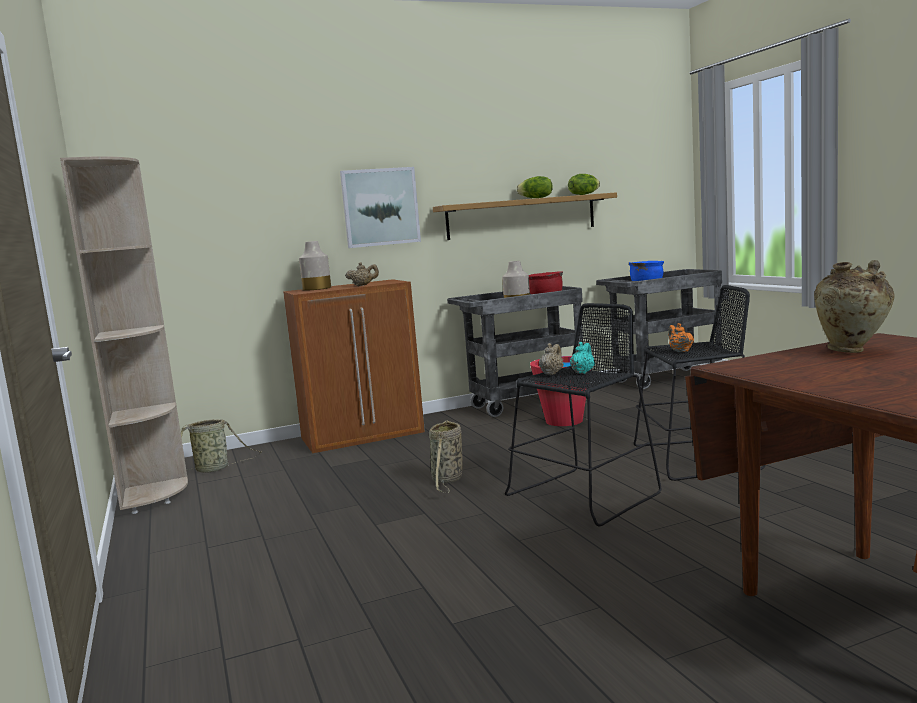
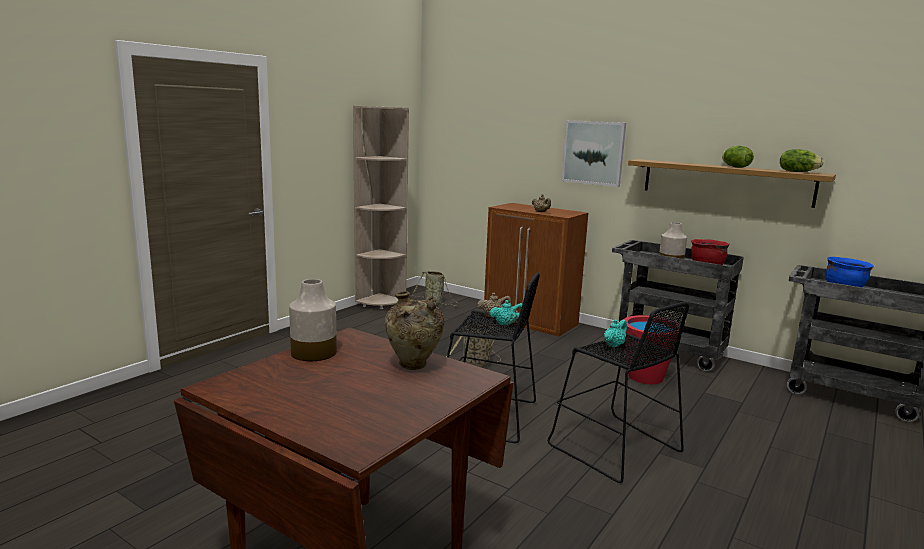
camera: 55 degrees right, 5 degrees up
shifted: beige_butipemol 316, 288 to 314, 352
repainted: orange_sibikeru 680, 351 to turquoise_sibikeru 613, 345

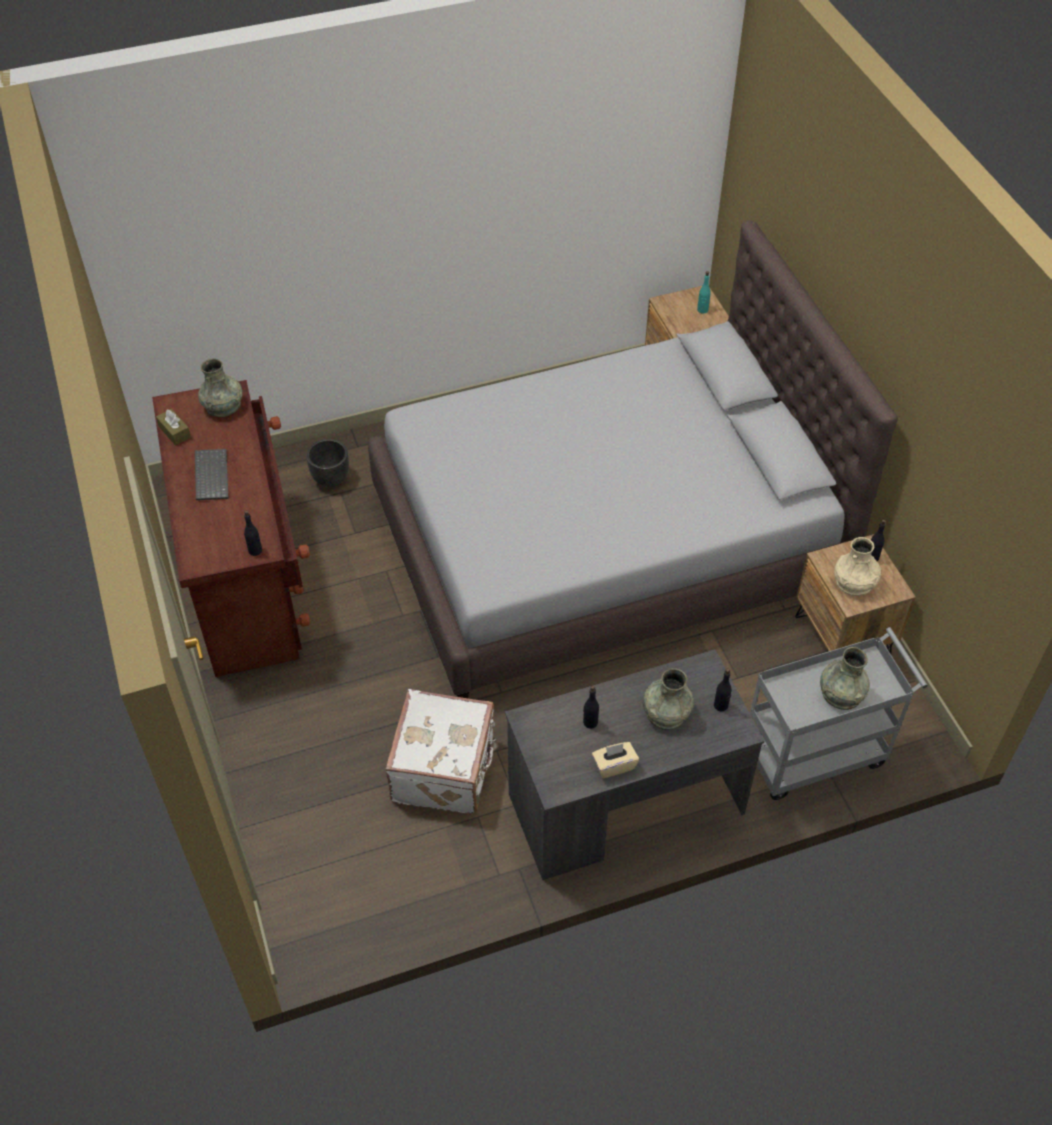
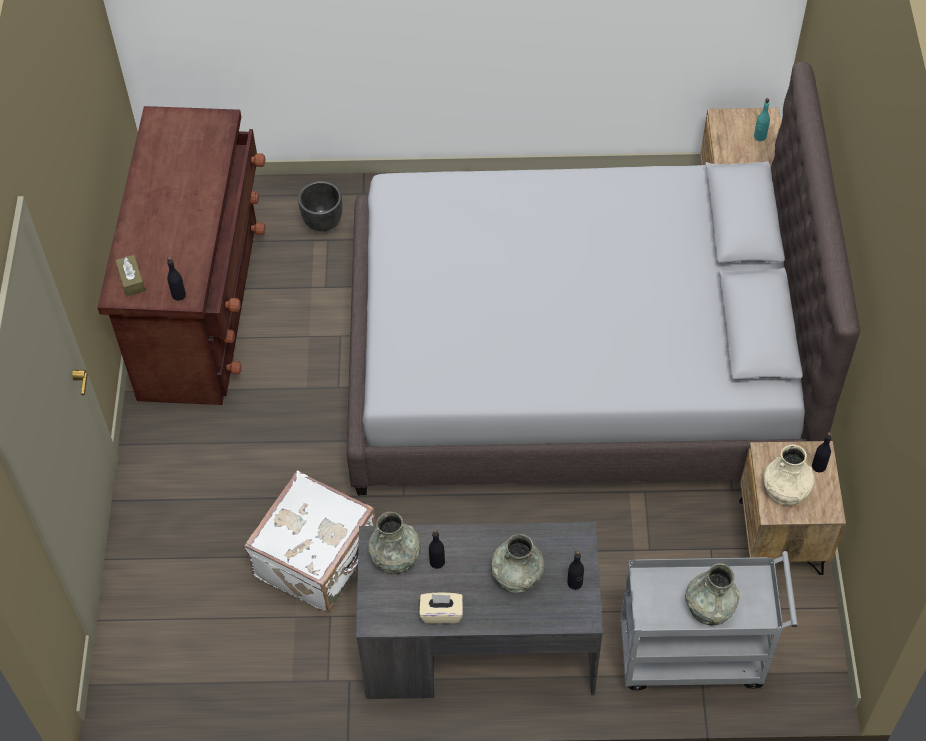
camera: 20 degrees right, 5 degrees up
gone: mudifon 210, 475
shifted: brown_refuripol 174, 432 to 131, 280; grey_butipemol 223, 405 to 395, 556

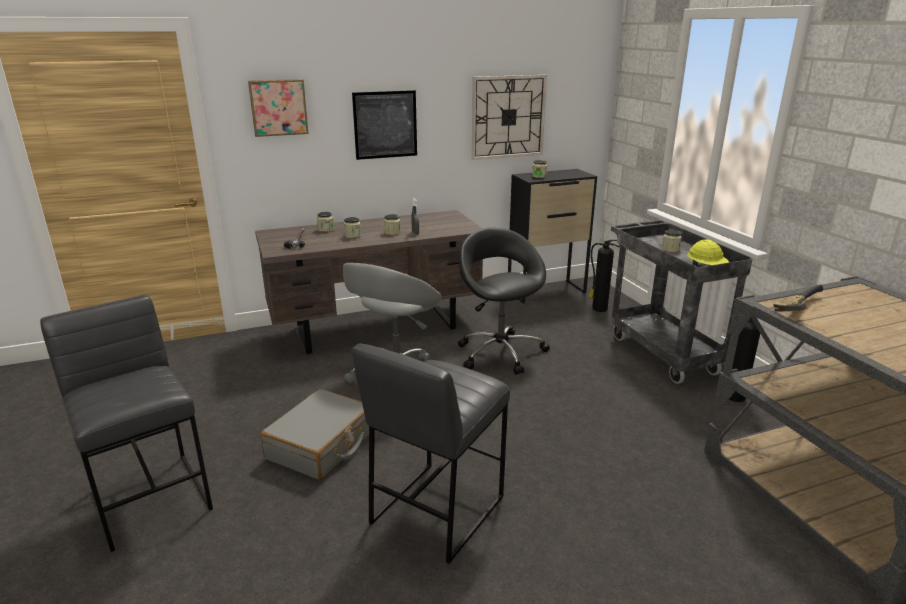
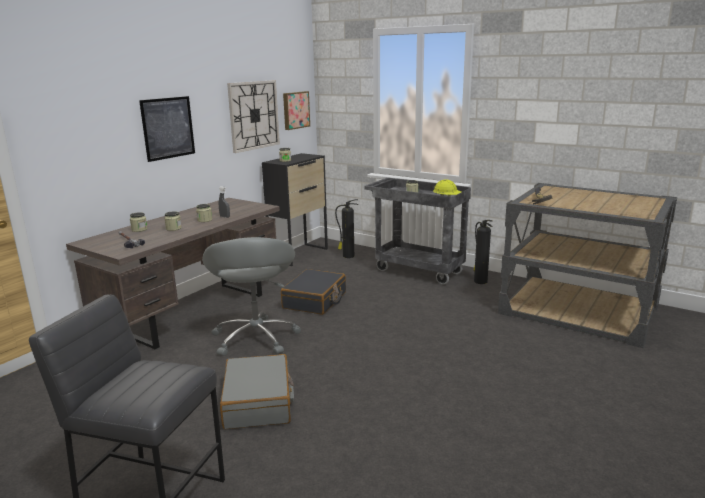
camera: 35 degrees left, 5 degrees down
gone: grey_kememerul 436, 511
shifted: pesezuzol 278, 107 to 295, 110
swapped: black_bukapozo 500, 353 to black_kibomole 315, 300

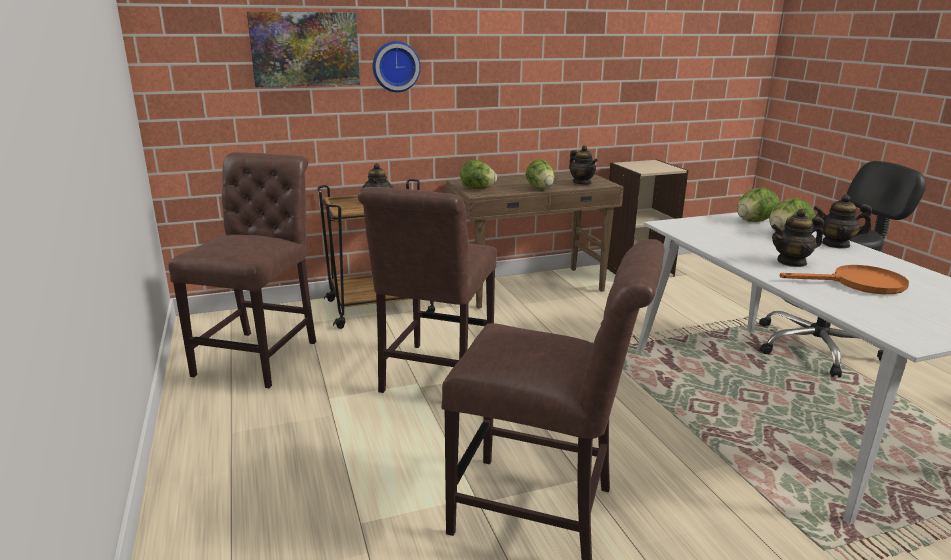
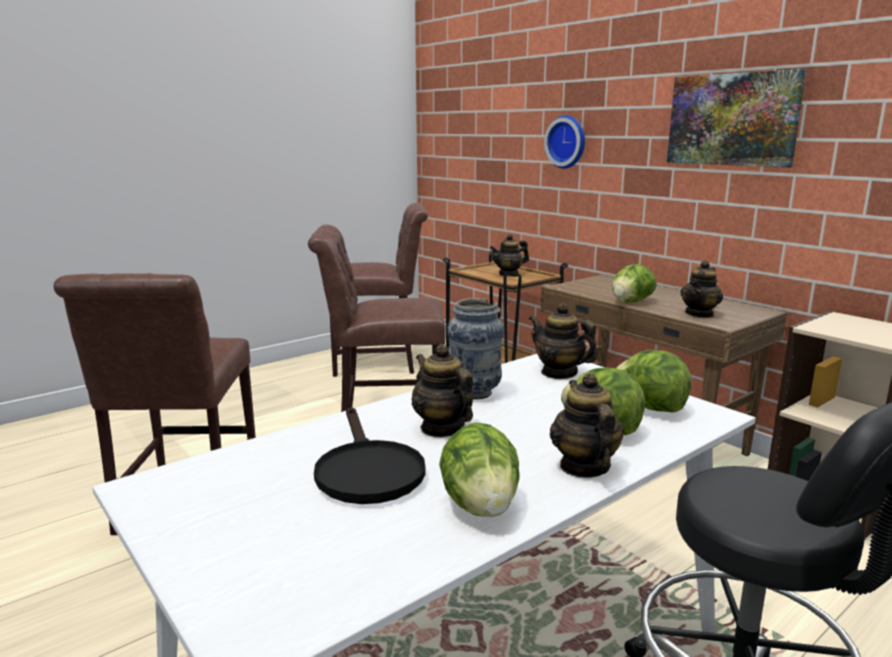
camera: 70 degrees right, 5 degrees down
new: butipemol 475, 393; sibikeru 559, 373
shifted: pesezuzol 305, 49 to 732, 120; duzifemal 477, 188 to 480, 505
repainted: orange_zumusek 858, 284 to black_zumusek 366, 470

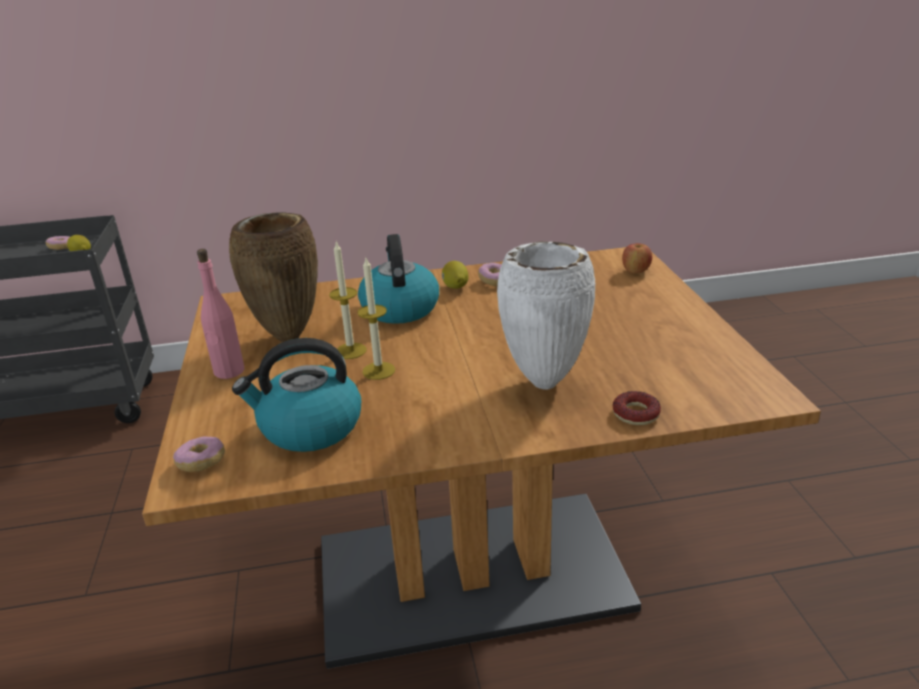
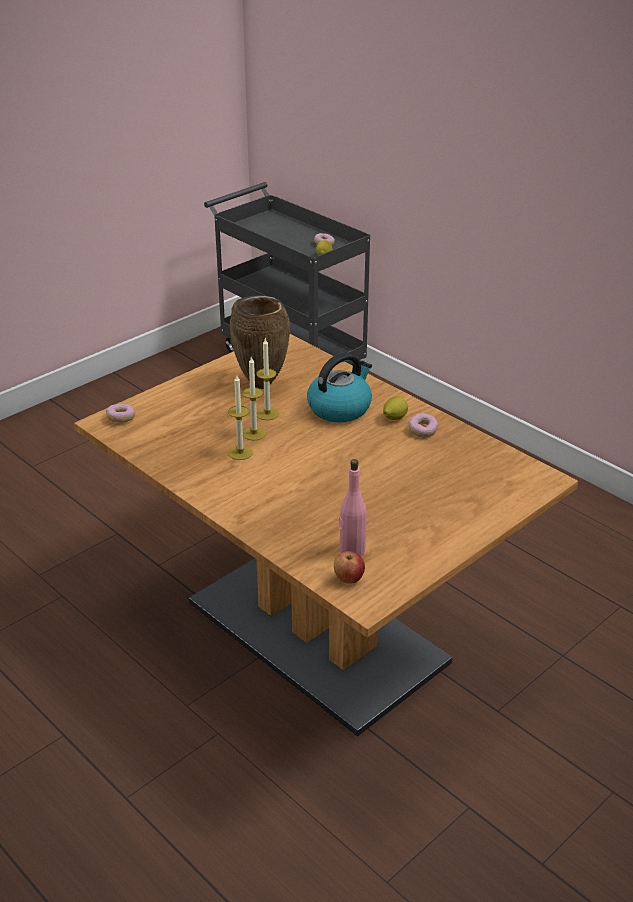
camera: 55 degrees right, 5 degrees up
gone: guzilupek 309, 428; white_butipemol 544, 382; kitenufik 636, 413
new: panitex 240, 453
shifted: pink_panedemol 229, 371 to 351, 551; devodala 635, 271 to 349, 579

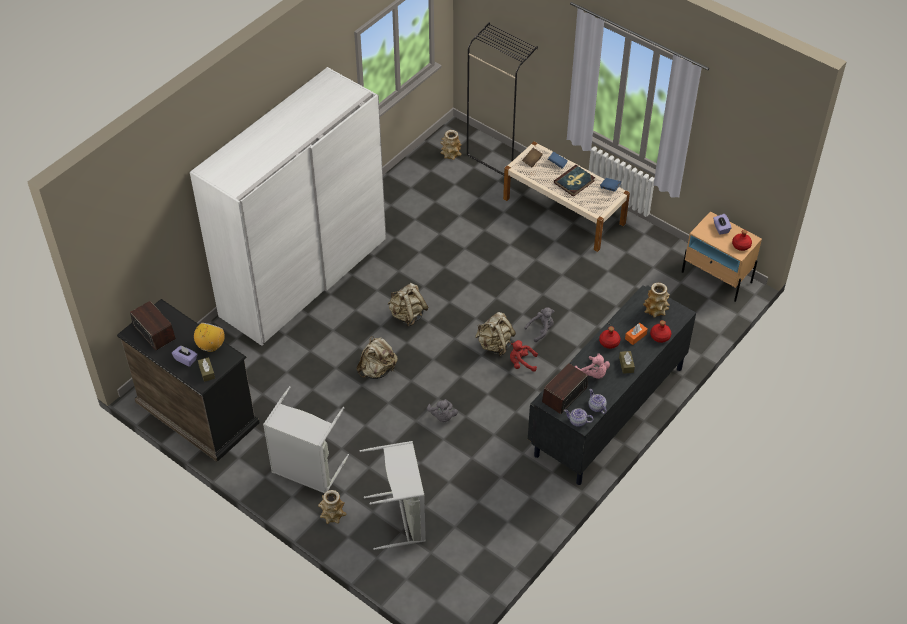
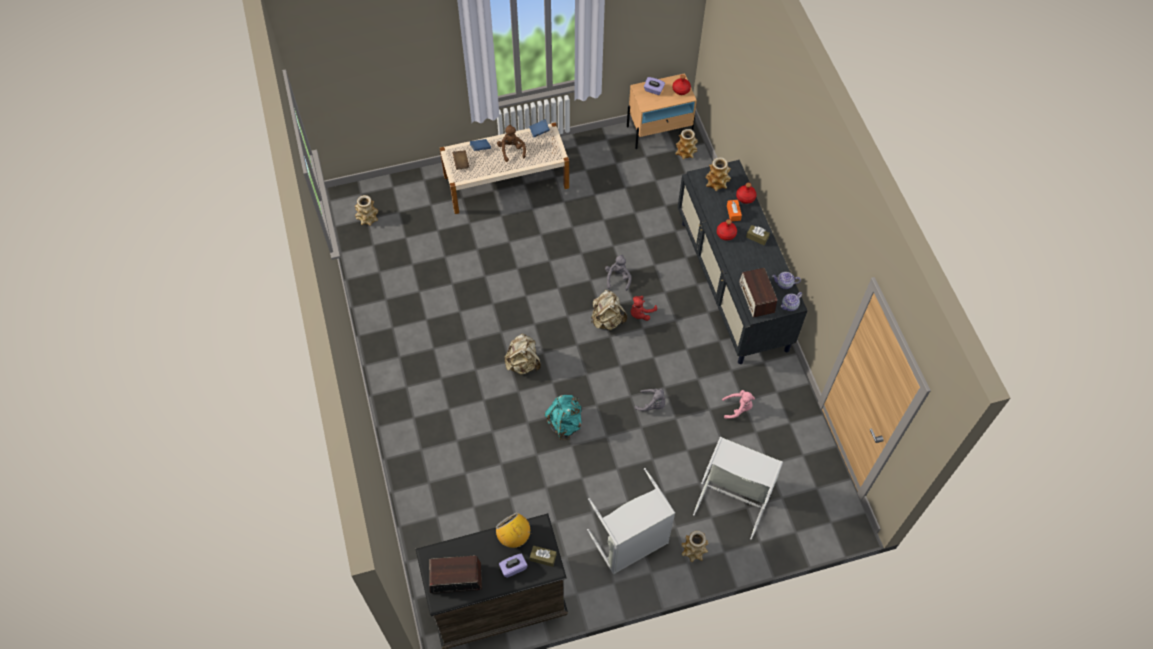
camera: 55 degrees left, 10 degrees up
gone: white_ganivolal 304, 277; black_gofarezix 498, 159
new: butipemol 686, 152
shifted: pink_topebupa 593, 374 to 738, 408
swapped: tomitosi 574, 182 to brown_topebupa 511, 150
repainted: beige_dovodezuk 377, 370 to turquoise_dovodezuk 565, 423

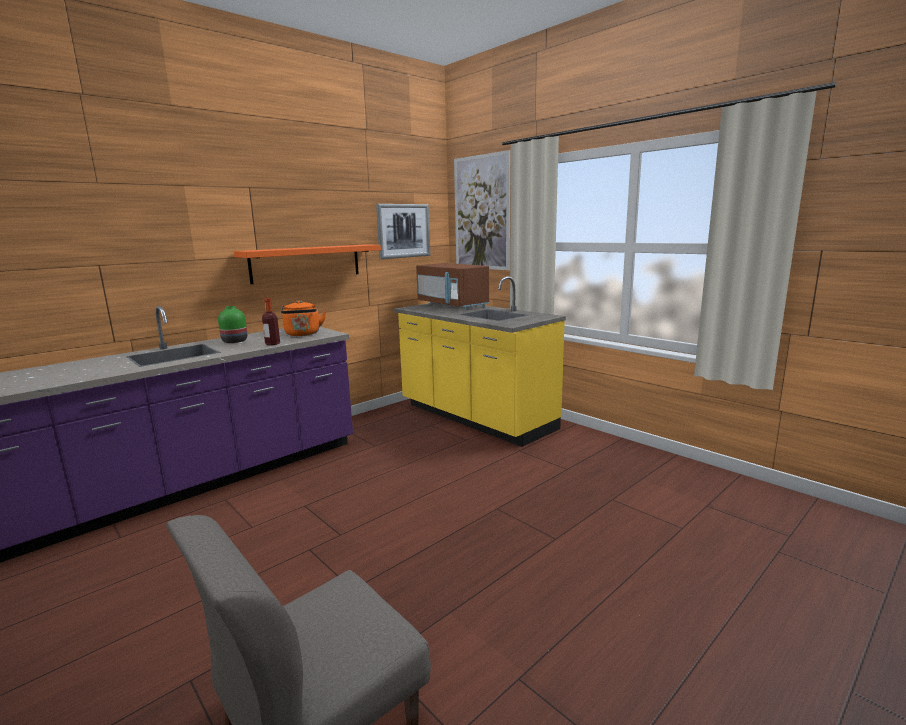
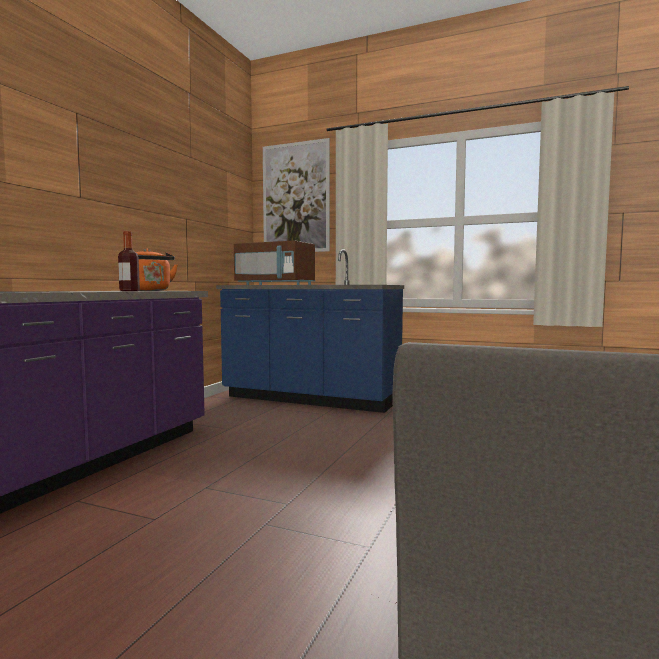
camera: 25 degrees left, 10 degrees down
gone: green_butipemol 234, 341; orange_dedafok 306, 263; pesezuzol 403, 231
repainted: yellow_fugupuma 475, 417 to blue_fugupuma 311, 399

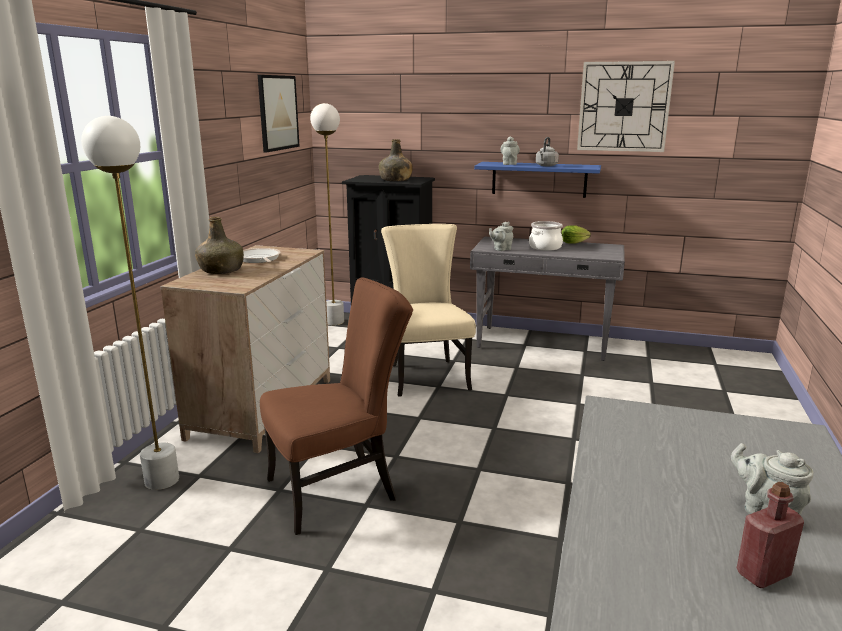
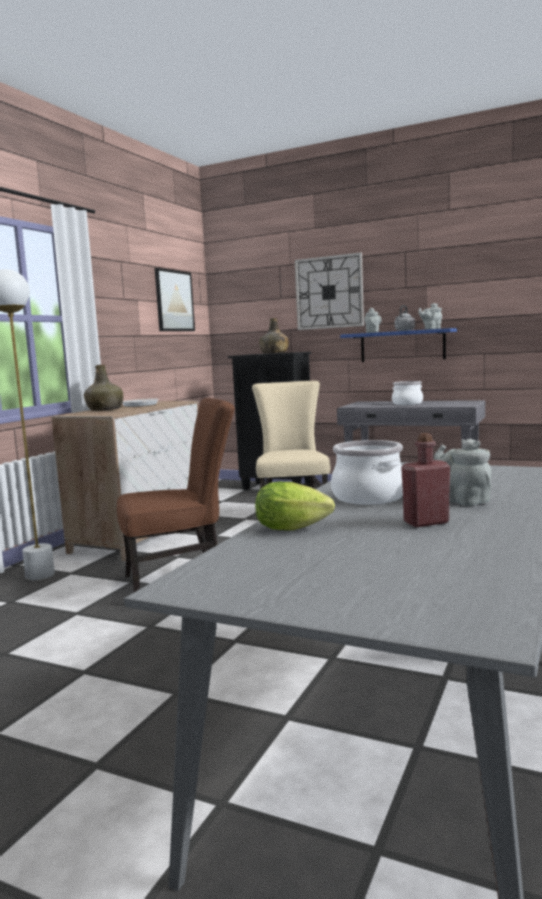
camera: 10 degrees right, 10 degrees down
gone: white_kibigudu 334, 322
new: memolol 368, 497
shifted: grey_sibikeru 501, 249 to 431, 329; duzifemal 575, 243 to 296, 529; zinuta 624, 107 to 329, 292

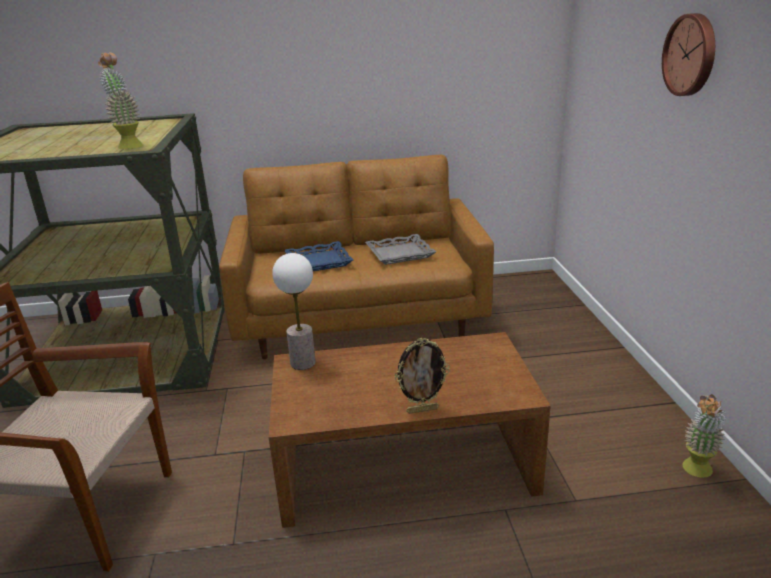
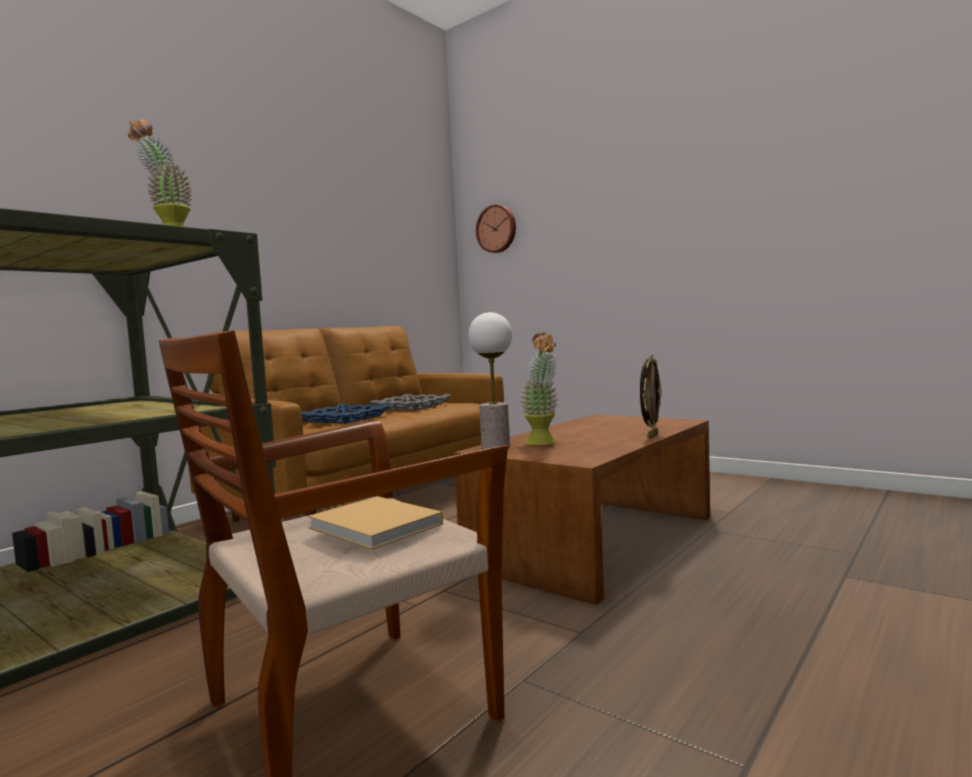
camera: 45 degrees left, 20 degrees down
new: beige_tomitosi 377, 527
shifted: zinuta 691, 55 to 497, 229; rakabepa 696, 472 to 543, 443

